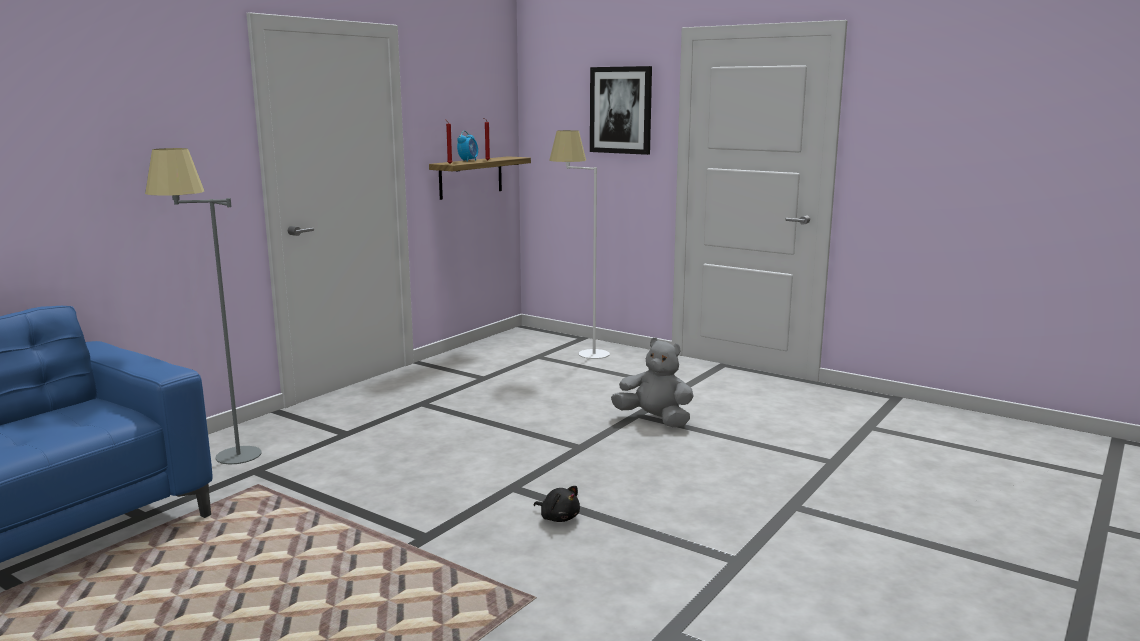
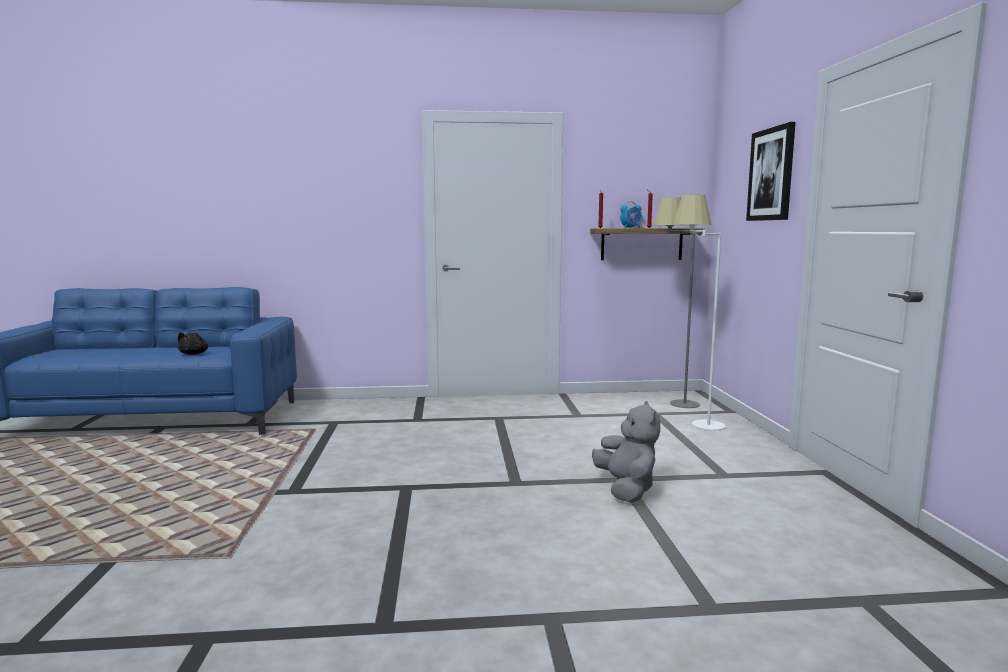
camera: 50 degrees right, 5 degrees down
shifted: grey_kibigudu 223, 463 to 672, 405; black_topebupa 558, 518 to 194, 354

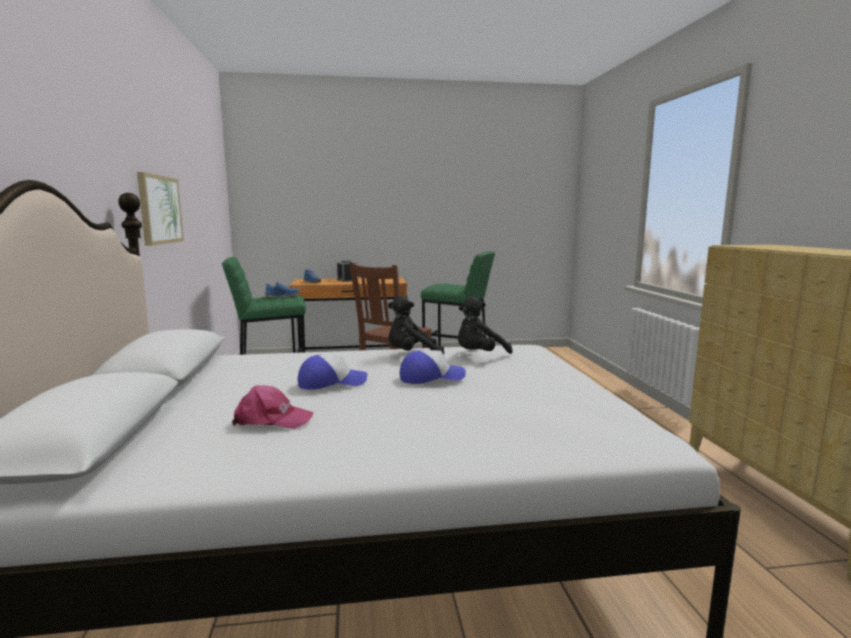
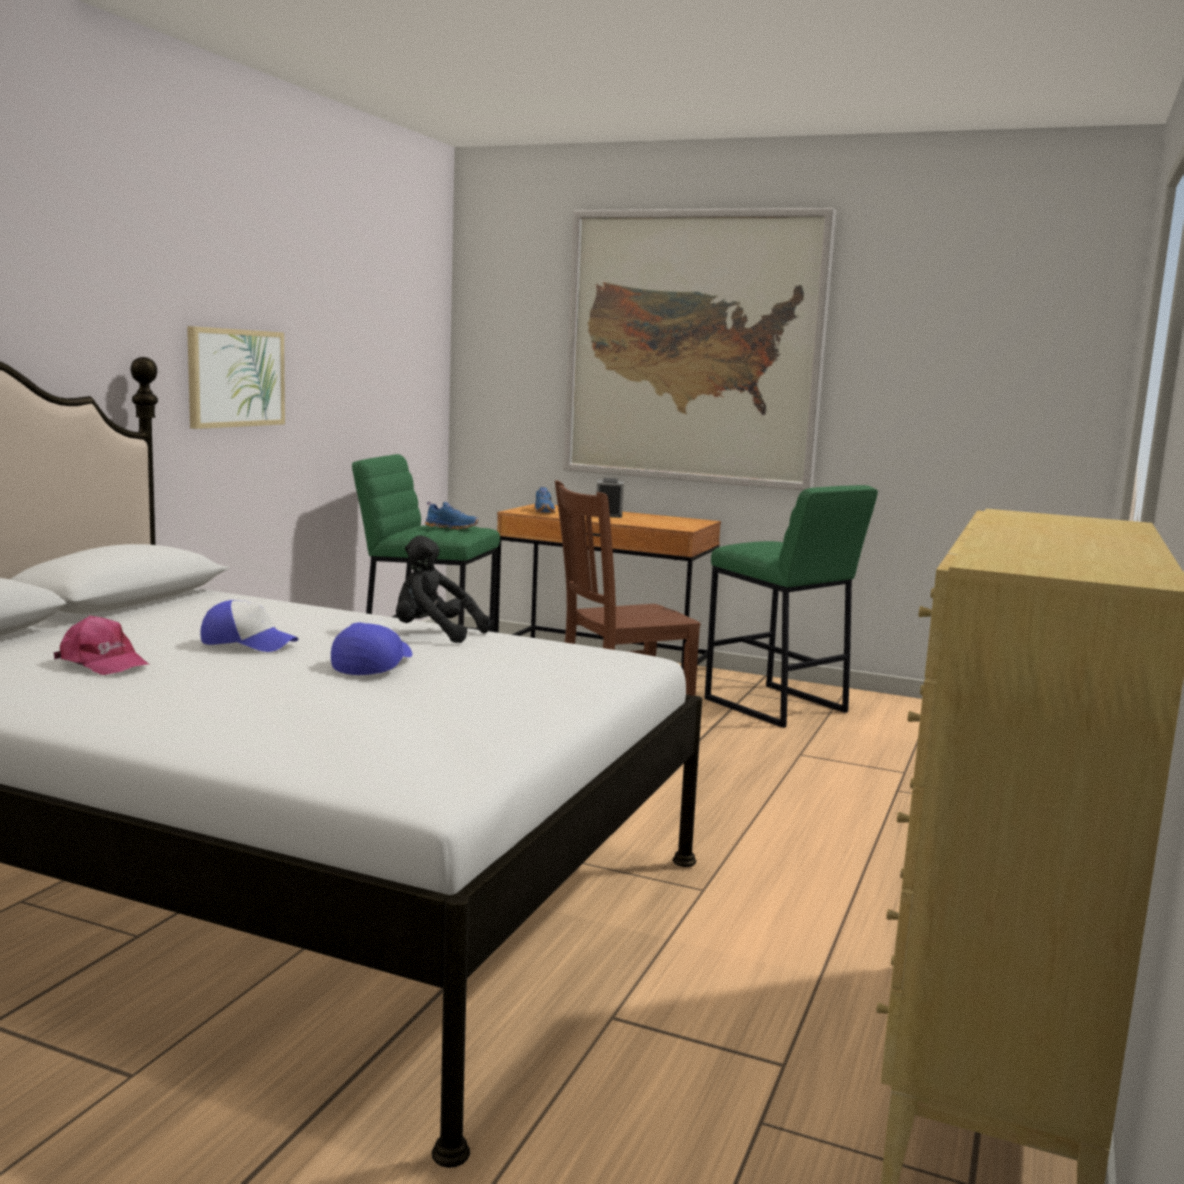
camera: 30 degrees right, 0 degrees up
gone: black_topebupa 479, 356
new: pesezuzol 693, 348
rotated: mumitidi 431, 377 = 373, 662 90 degrees counterclockwise

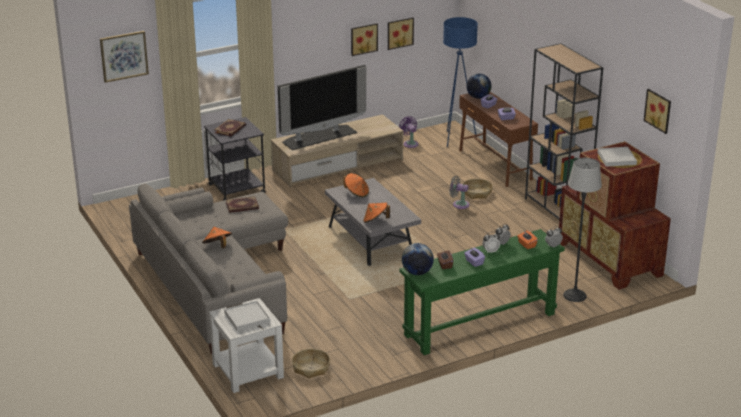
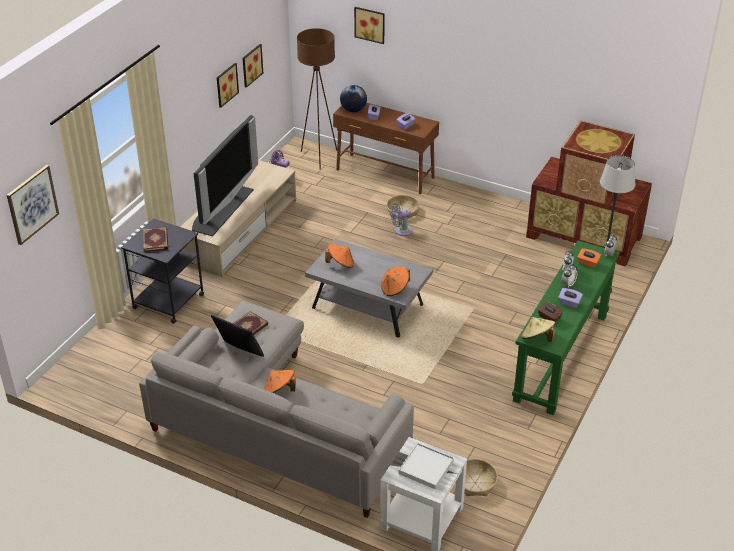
camera: 35 degrees left, 10 degrees up
gone: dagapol 557, 209; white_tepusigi 616, 158
new: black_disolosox 239, 352
shifted: pesezuzol 659, 110 to 370, 24
swapped: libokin 417, 272 to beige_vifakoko 537, 338
repainted: blue_kibigudu 456, 139 to brown_kibigudu 319, 157

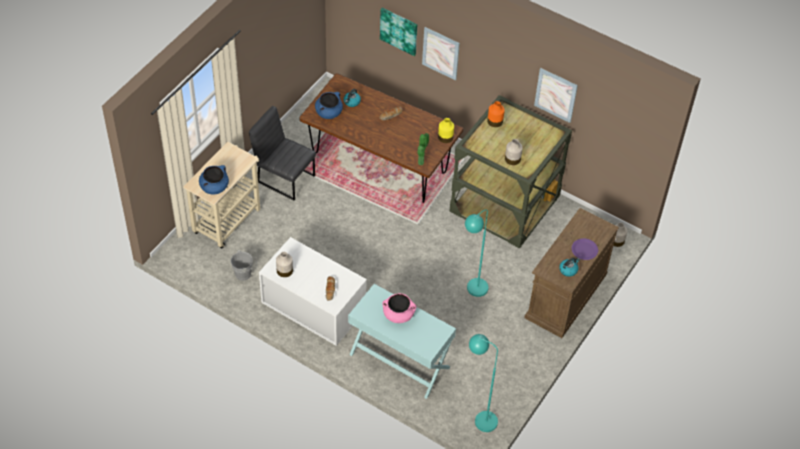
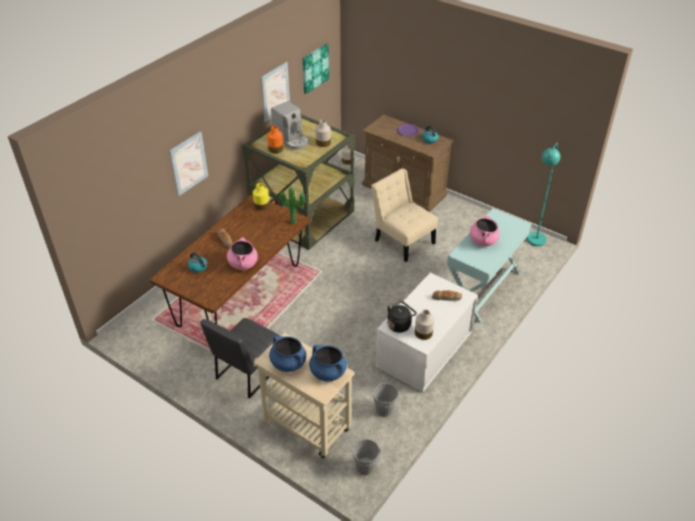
camera: 85 degrees left, 10 degrees down
new: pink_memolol 243, 264; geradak 291, 140; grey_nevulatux 365, 468; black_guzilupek 400, 324
shifted: blue_memolol 329, 112 to 288, 363; pesezuzol 399, 31 to 315, 68
swapped: turquoise_kibigudu 473, 292 to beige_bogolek 402, 240

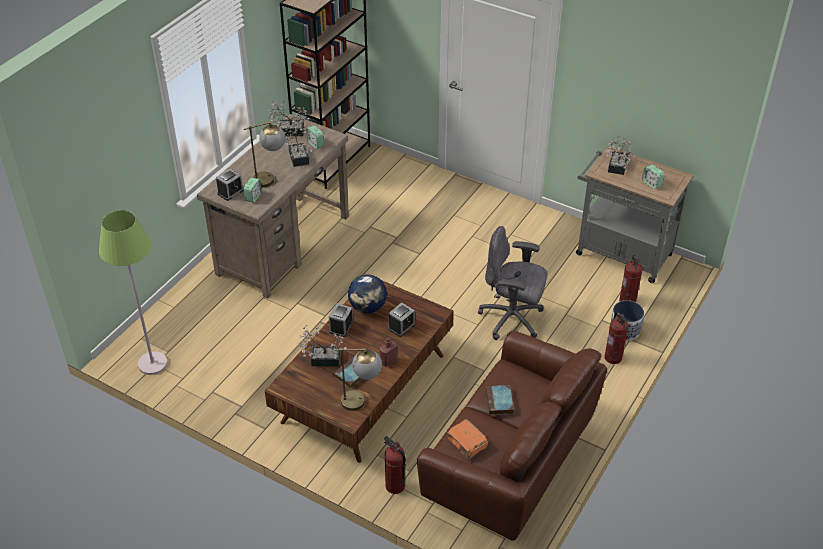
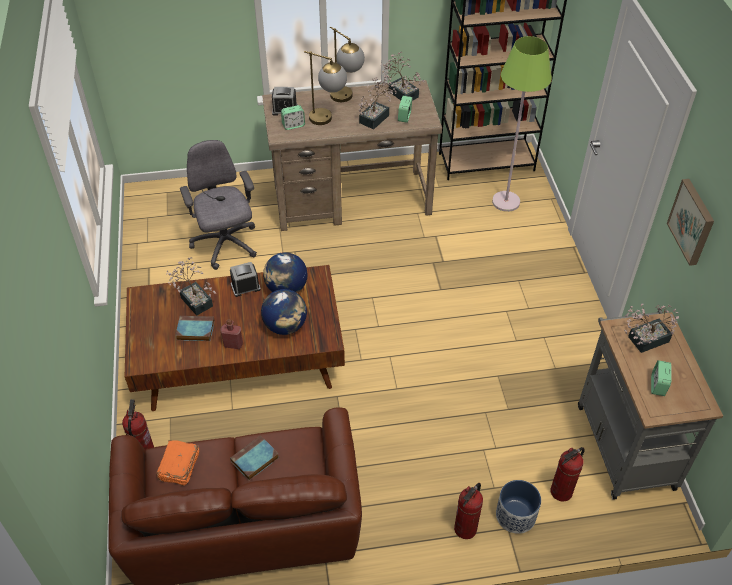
camera: 50 degrees right, 5 degrees up
new: pesezuzol 692, 221
shifted: green_kibigudu 152, 364 to 505, 202; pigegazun 361, 401 to 347, 99; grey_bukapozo 512, 319 to 225, 245
swapped: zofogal 401, 326 to libokin 285, 326

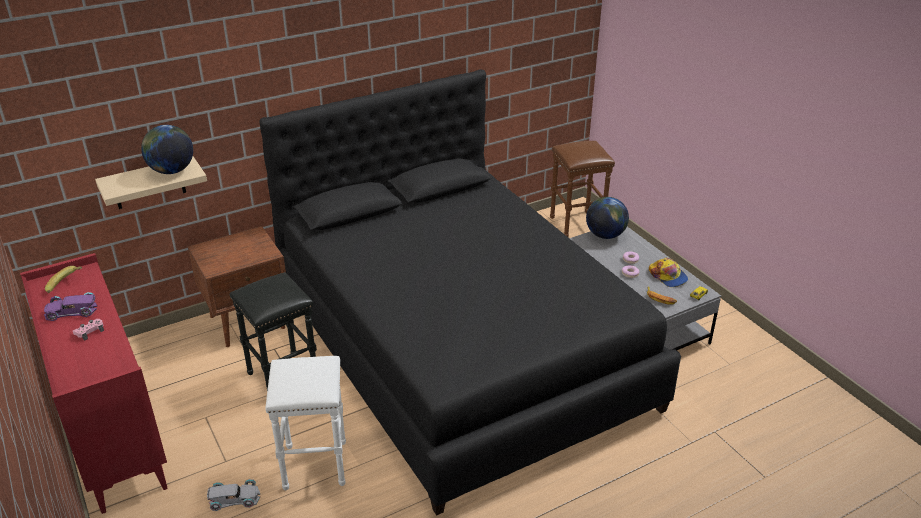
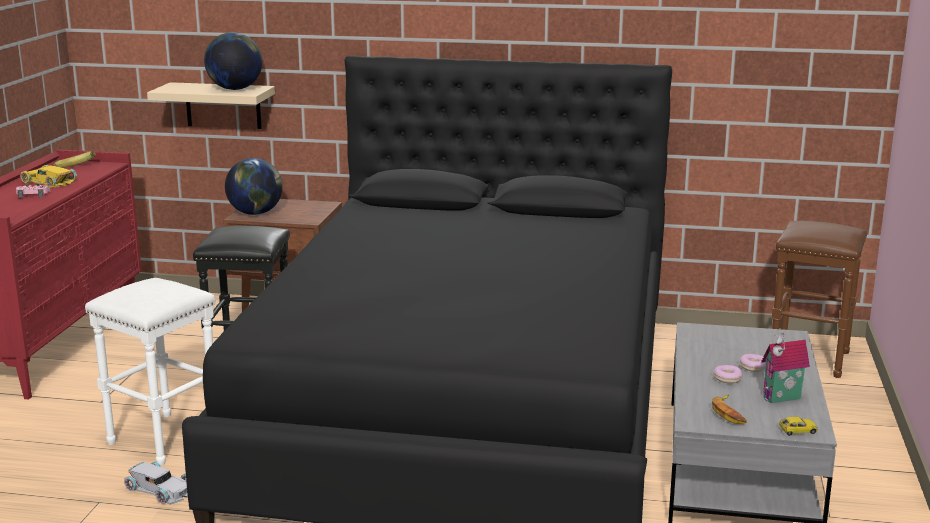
camera: 40 degrees right, 15 degrees down
shifted: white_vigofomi 234, 499 to 159, 489; libokin 605, 235 to 255, 213
swapped: mumitidi 668, 276 to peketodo 782, 399
repainted: purple_vigofomi 71, 310 to yellow_vigofomi 49, 181

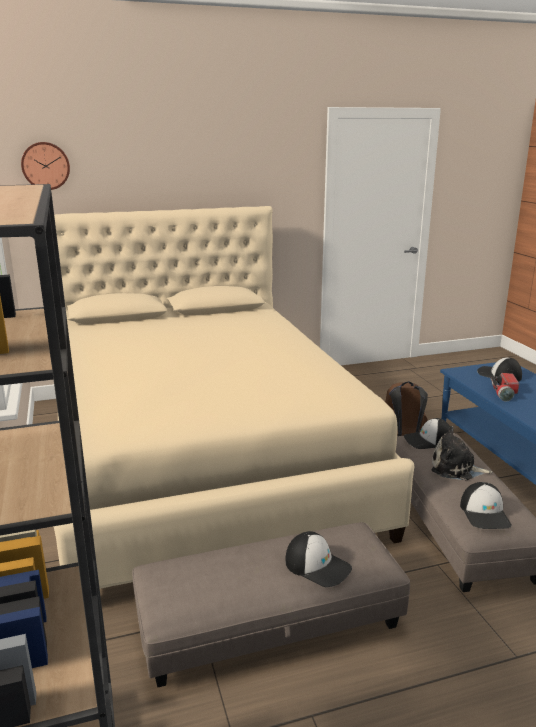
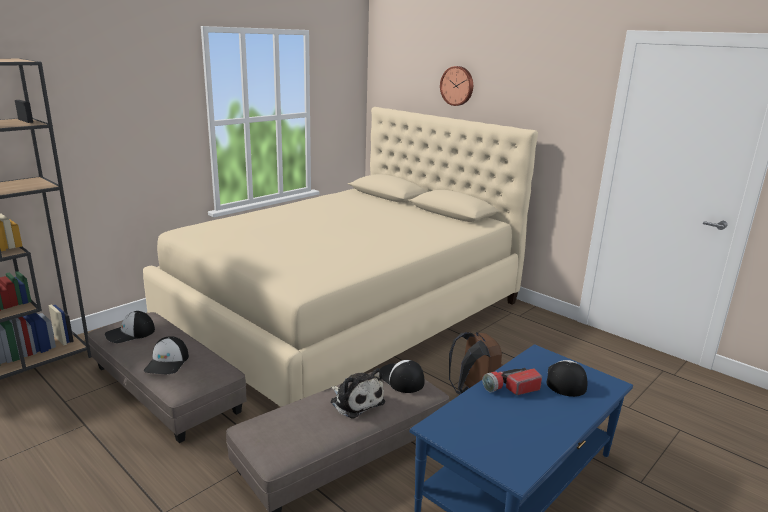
camera: 60 degrees right, 0 degrees up
shifted: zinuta 45, 166 to 457, 86; mumitidi 485, 514 to 130, 333
rotated: topebupa 456, 468 = 355, 401 150 degrees clockwise

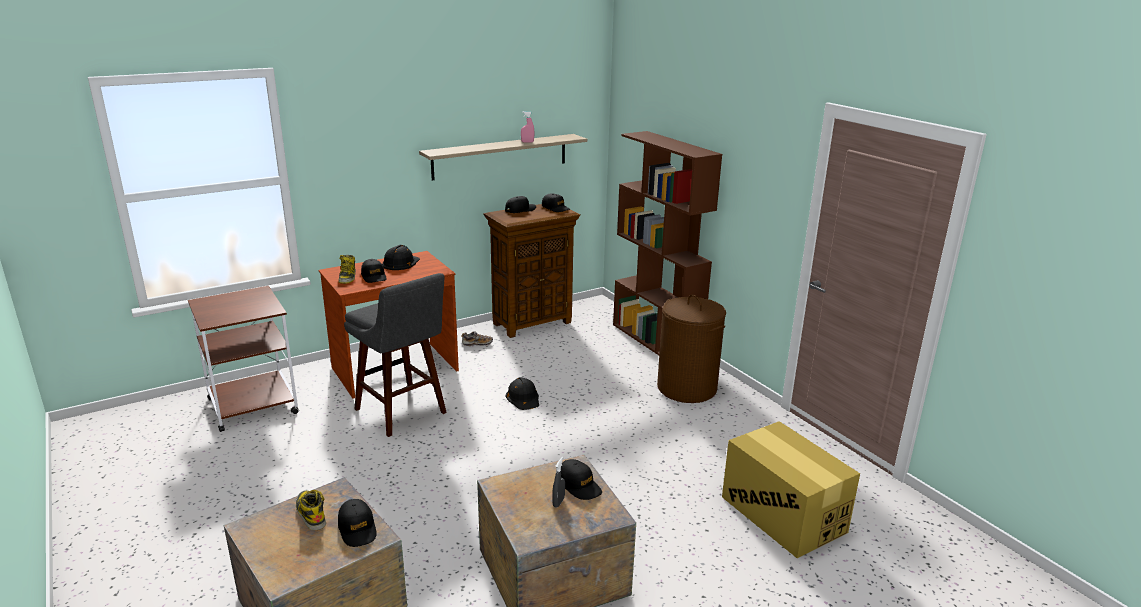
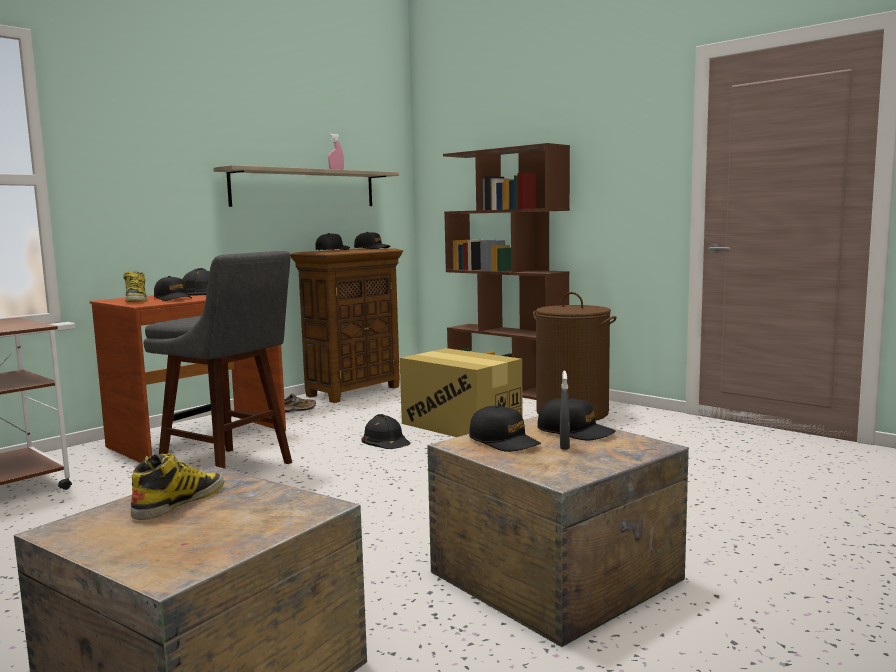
camera: 15 degrees left, 15 degrees down
shifted: black_mumitidi 357, 529 to 504, 442; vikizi 783, 514 to 461, 425
rotated: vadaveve 310, 513 = 179, 502 75 degrees clockwise

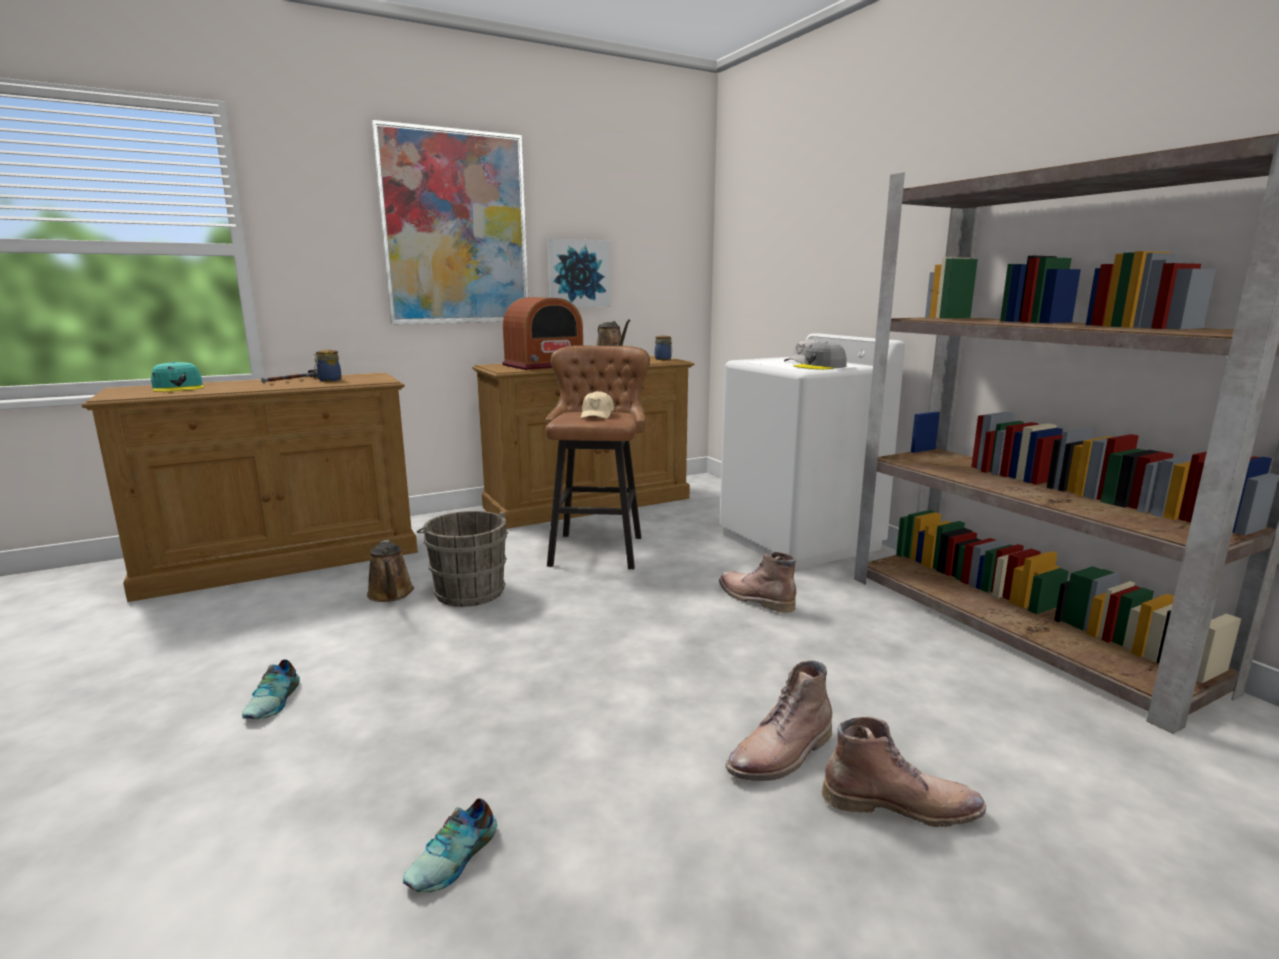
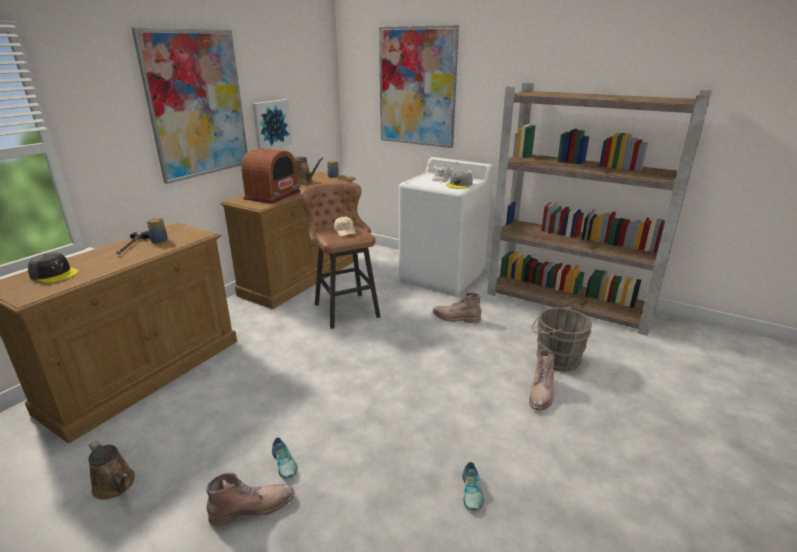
camera: 30 degrees left, 10 degrees up
new: pesezuzol 417, 87
shifted: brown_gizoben 391, 594 to 116, 485; grey_nevulatux 468, 590 to 555, 358; brown_vadaveve 901, 805 to 253, 507
repainted: turquoise_mumitidi 179, 388 to grey_mumitidi 54, 274

